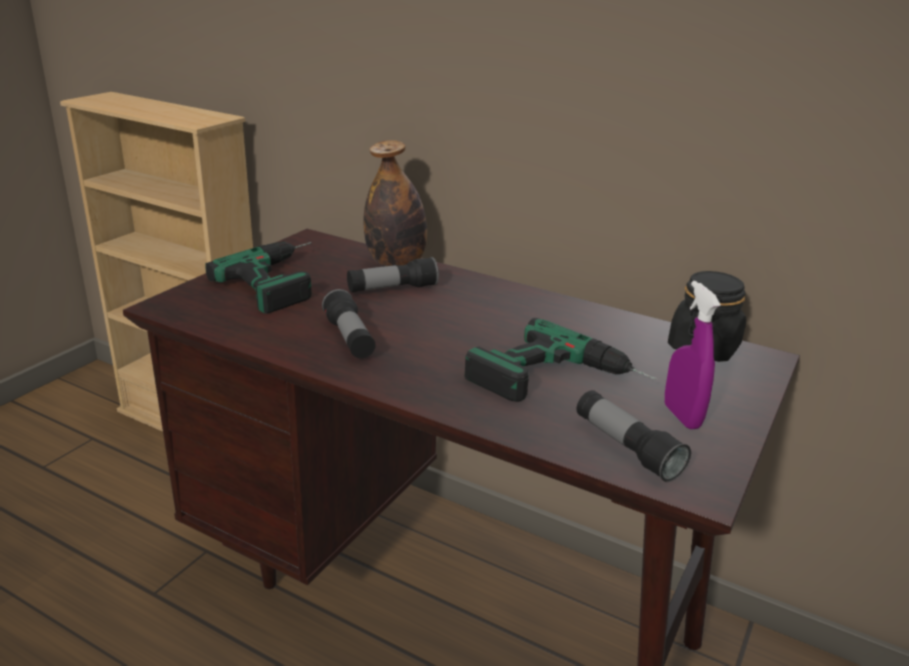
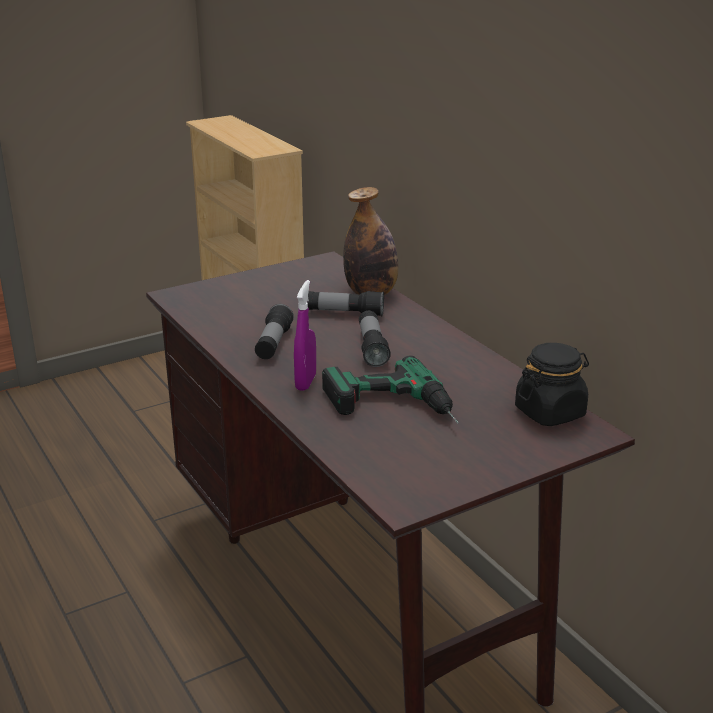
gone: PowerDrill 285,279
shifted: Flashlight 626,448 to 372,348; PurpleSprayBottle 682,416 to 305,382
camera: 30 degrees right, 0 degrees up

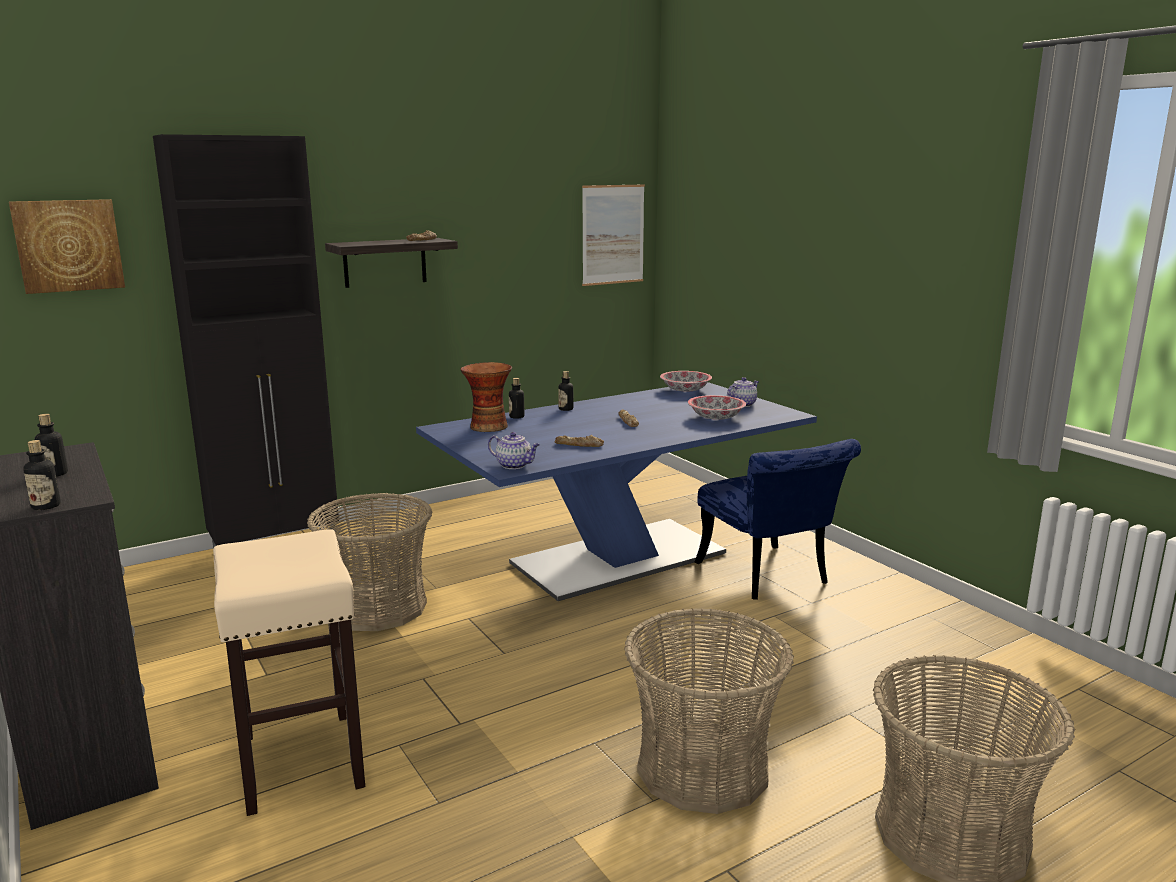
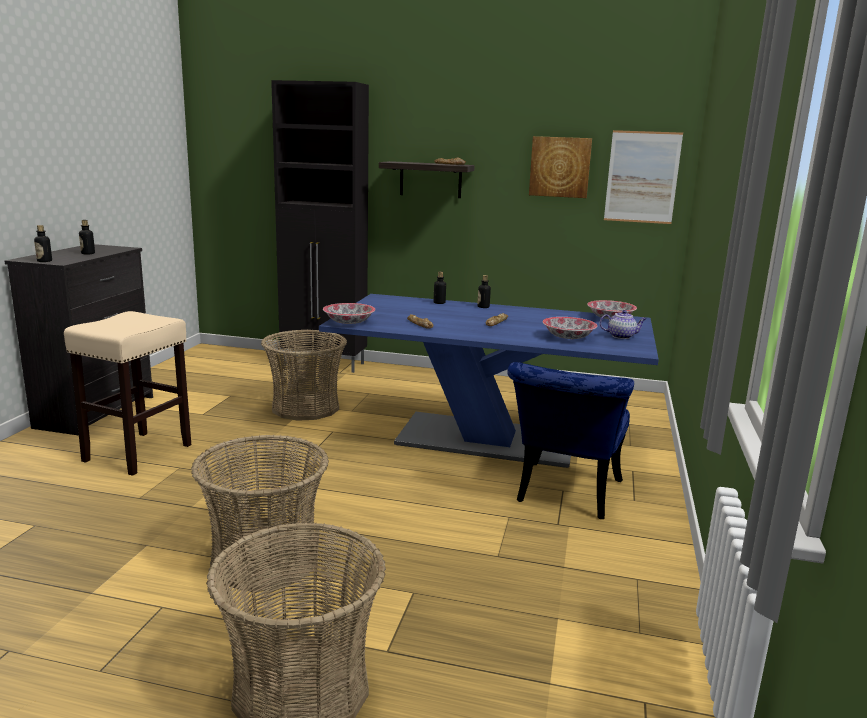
gone: Vase 488,426
shifted: Picture 68,245 to 560,167
swapped: Teapot 515,465 to Bowl 349,322
camera: 45 degrees right, 0 degrees up

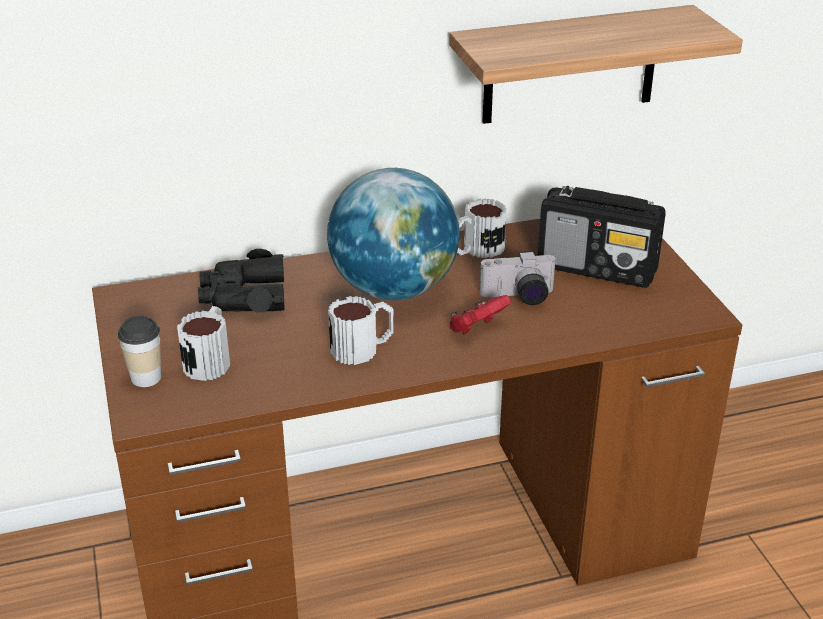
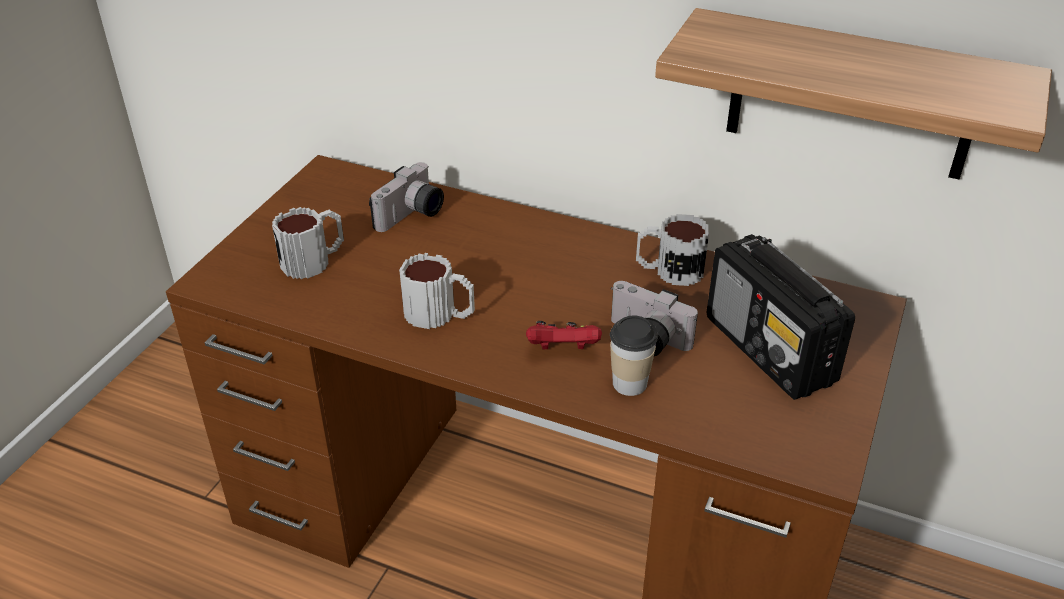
gone: Globe 394,289
shifted: Cup 146,377 to 629,383
swapped: BlackBinoculars 244,296 to PhotoCamera 412,216
camera: 40 degrees right, 5 degrees up

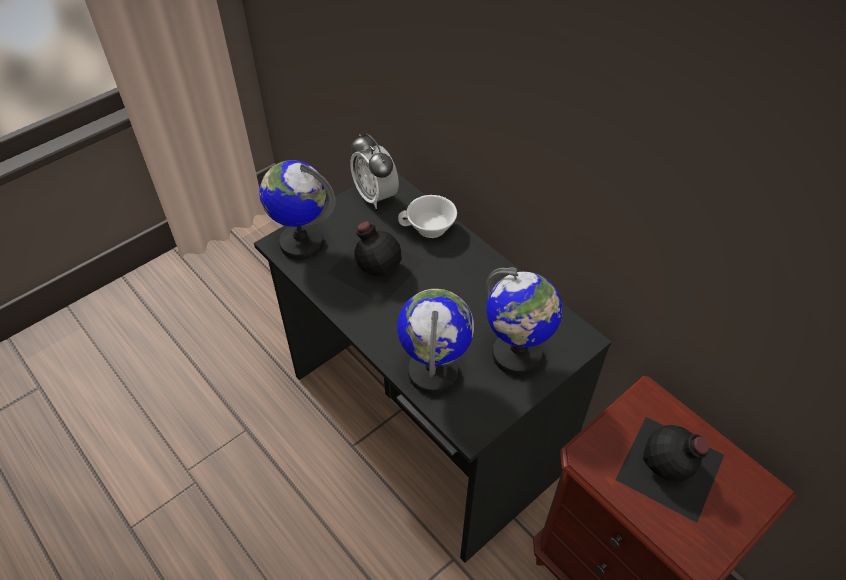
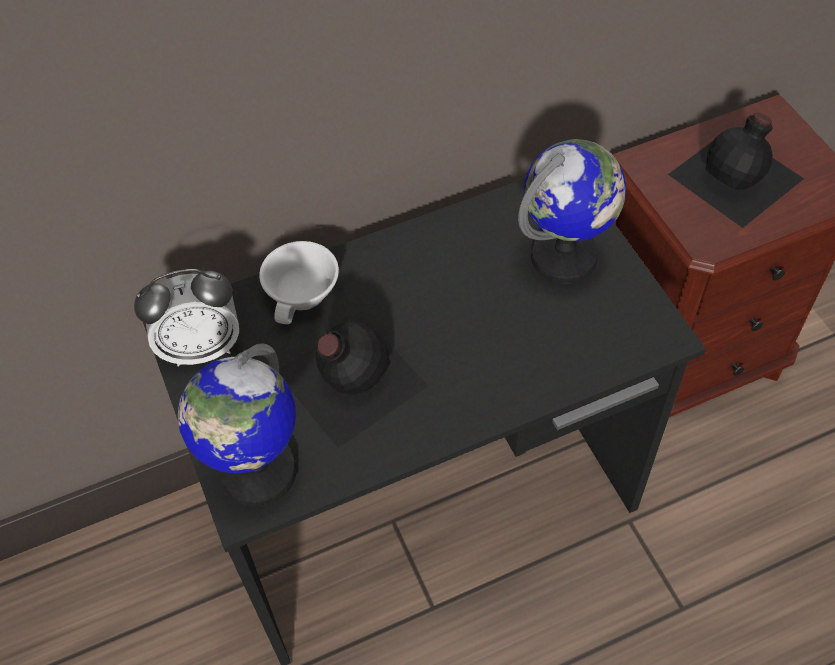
gone: Globe 433,372
camera: 70 degrees left, 5 degrees up

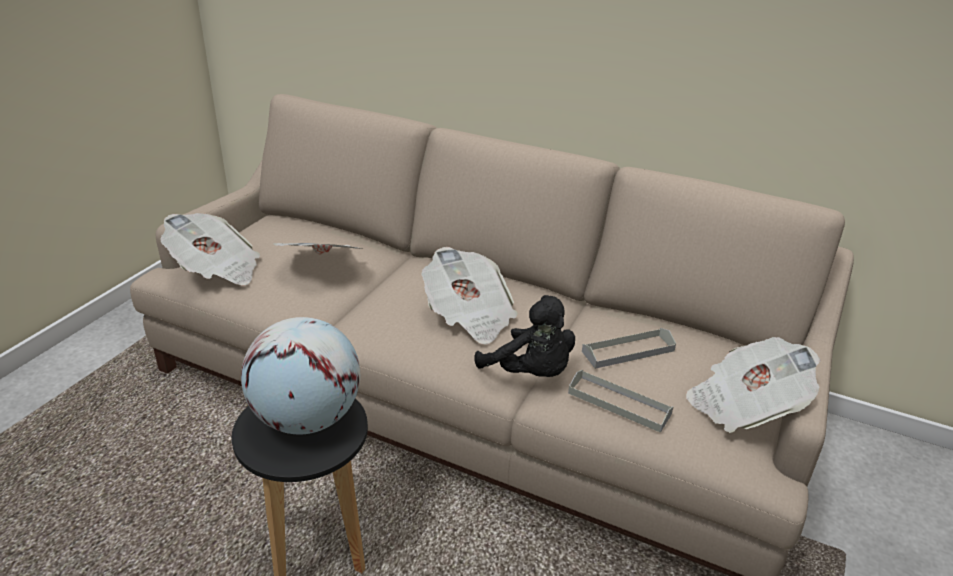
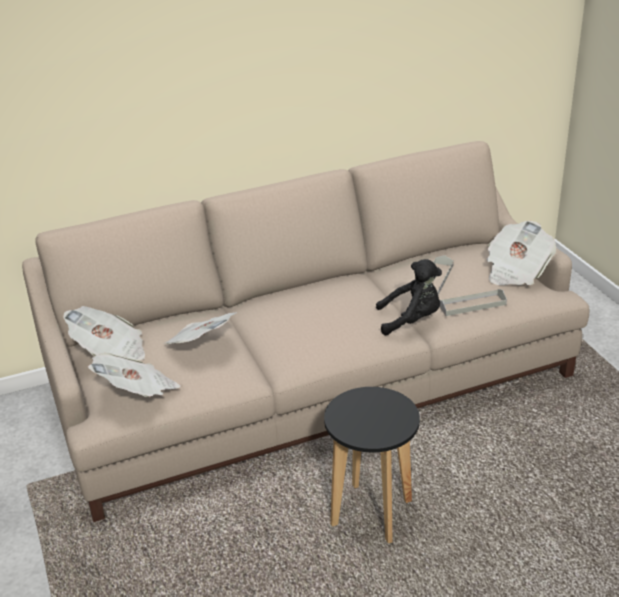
gone: Globe 307,418
shifted: Newspaper 469,316 to 110,351
camera: 45 degrees left, 0 degrees up

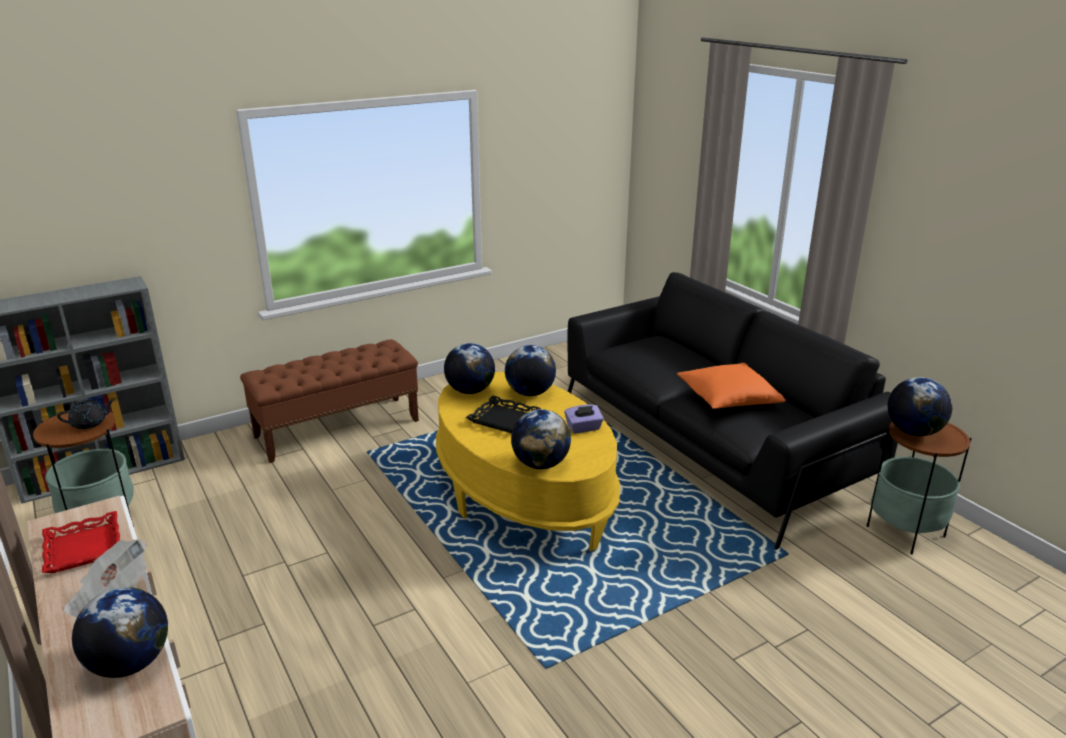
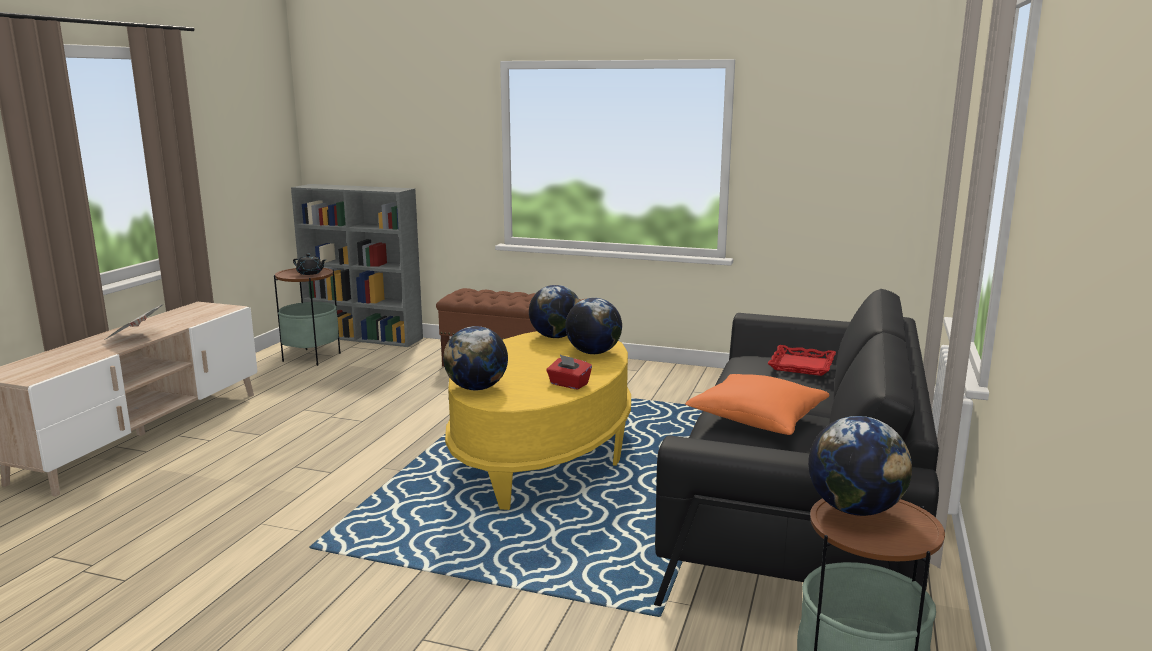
gone: Globe 129,663; BlackTray 503,419
shifted: RedTray 84,548 to 802,365
repainted: PurpleTissueBox 583,428 to RedTissueBox 568,384
camera: 50 degrees right, 10 degrees down

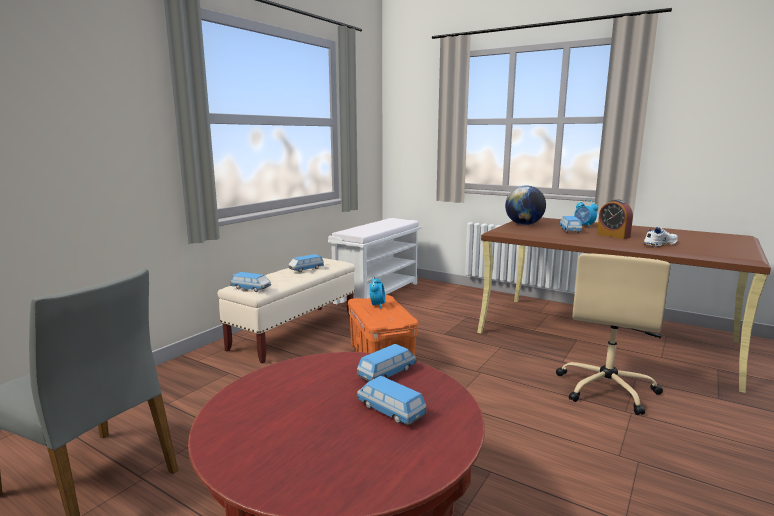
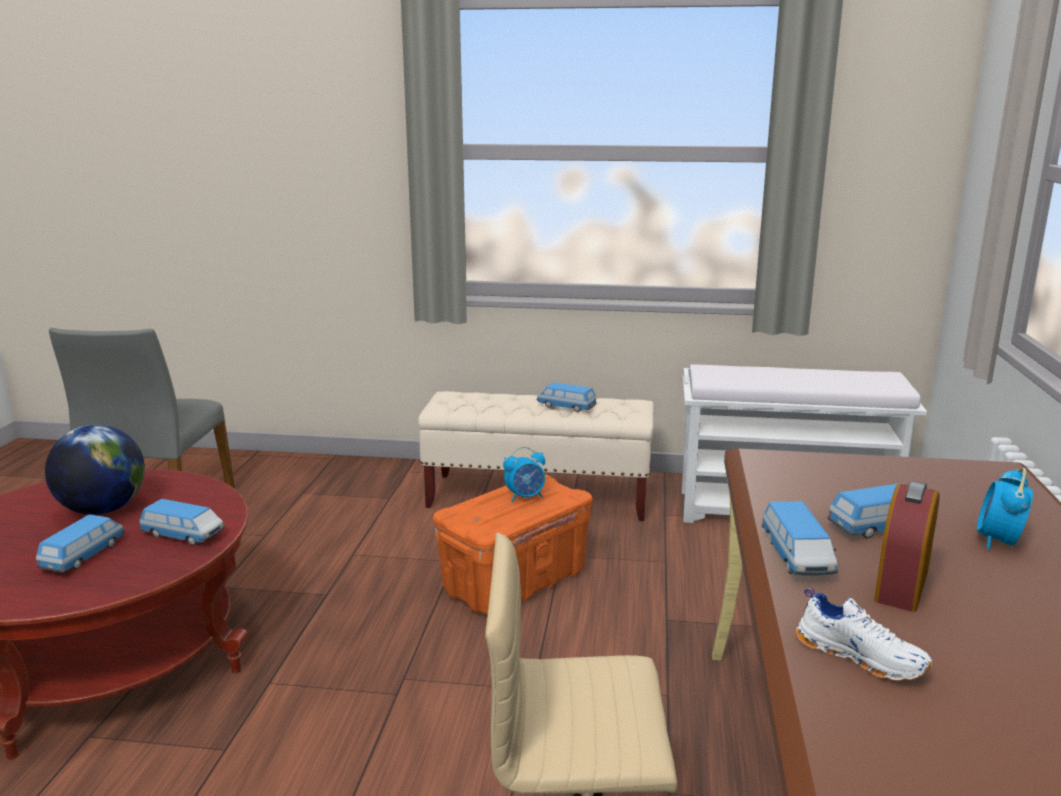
shifted: ToyCar 251,289 to 796,557; Globe 524,224 to 102,510
camera: 65 degrees right, 5 degrees up

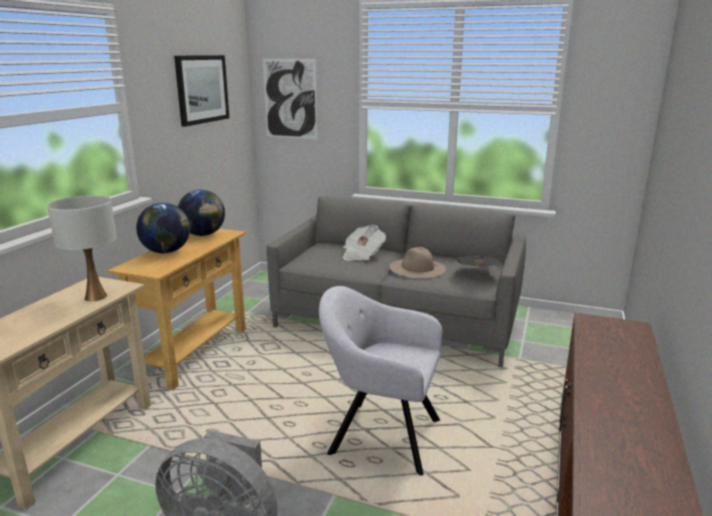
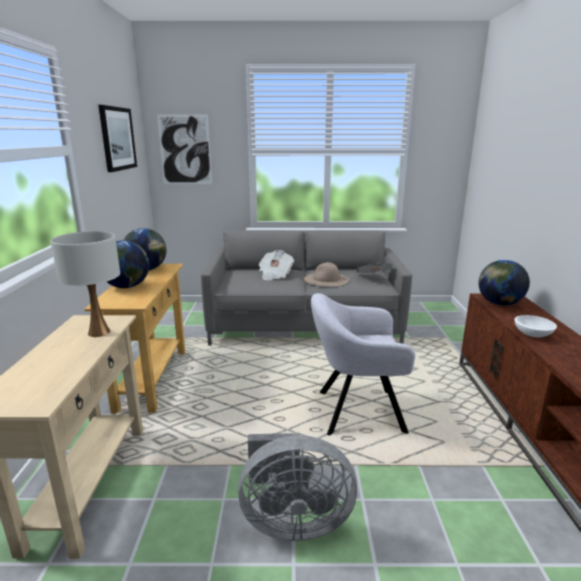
new: Globe 499,303; WhiteBowl 532,334
camera: 20 degrees left, 0 degrees up

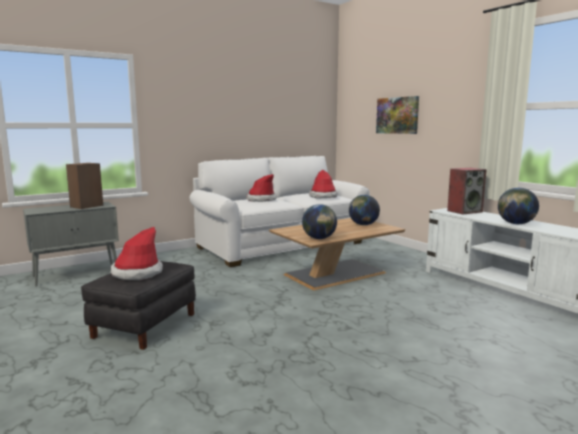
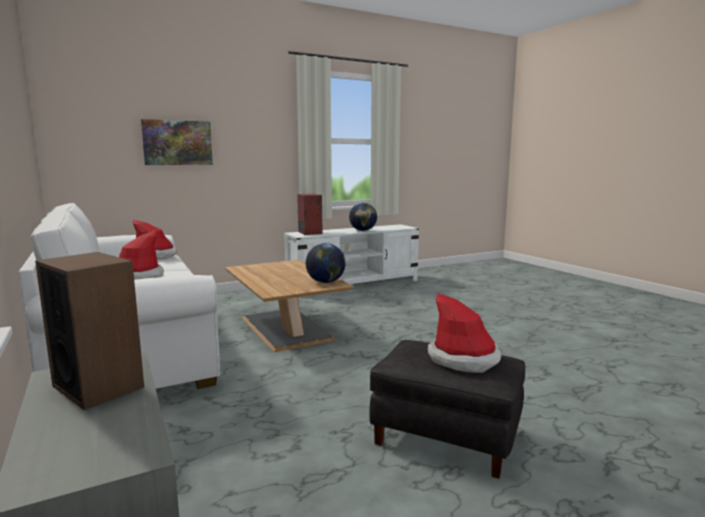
gone: Globe 363,224
camera: 85 degrees left, 0 degrees up

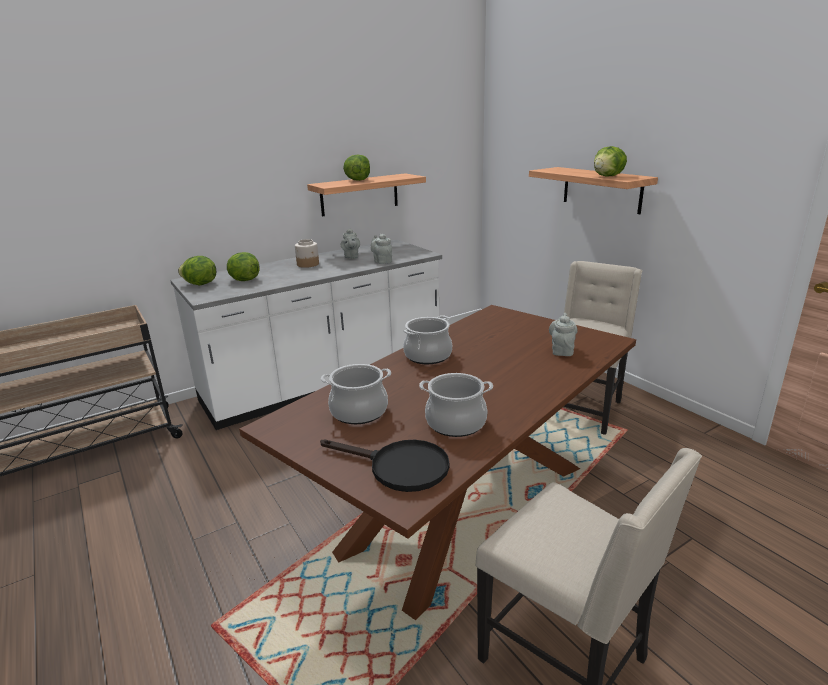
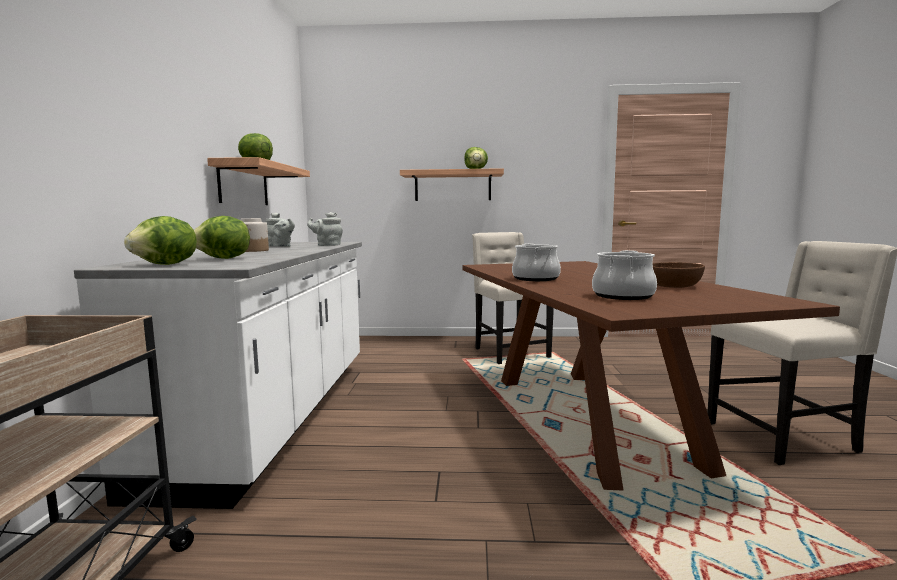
gone: BlackFryingPan 399,467; GreyTeapot 562,350
swapped: CookingPot 455,423 to BrownBowl 673,286
camera: 55 degrees left, 15 degrees down

